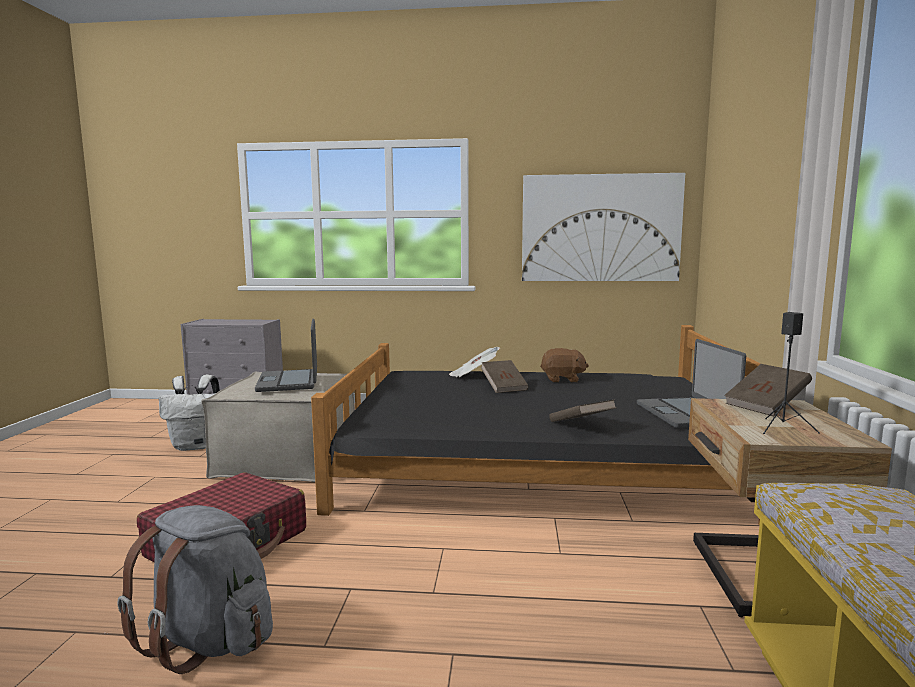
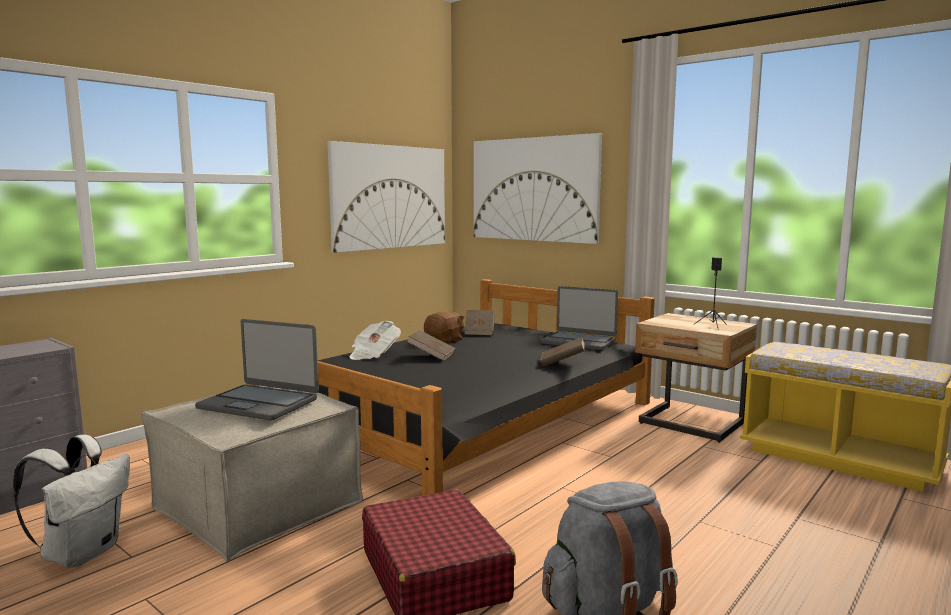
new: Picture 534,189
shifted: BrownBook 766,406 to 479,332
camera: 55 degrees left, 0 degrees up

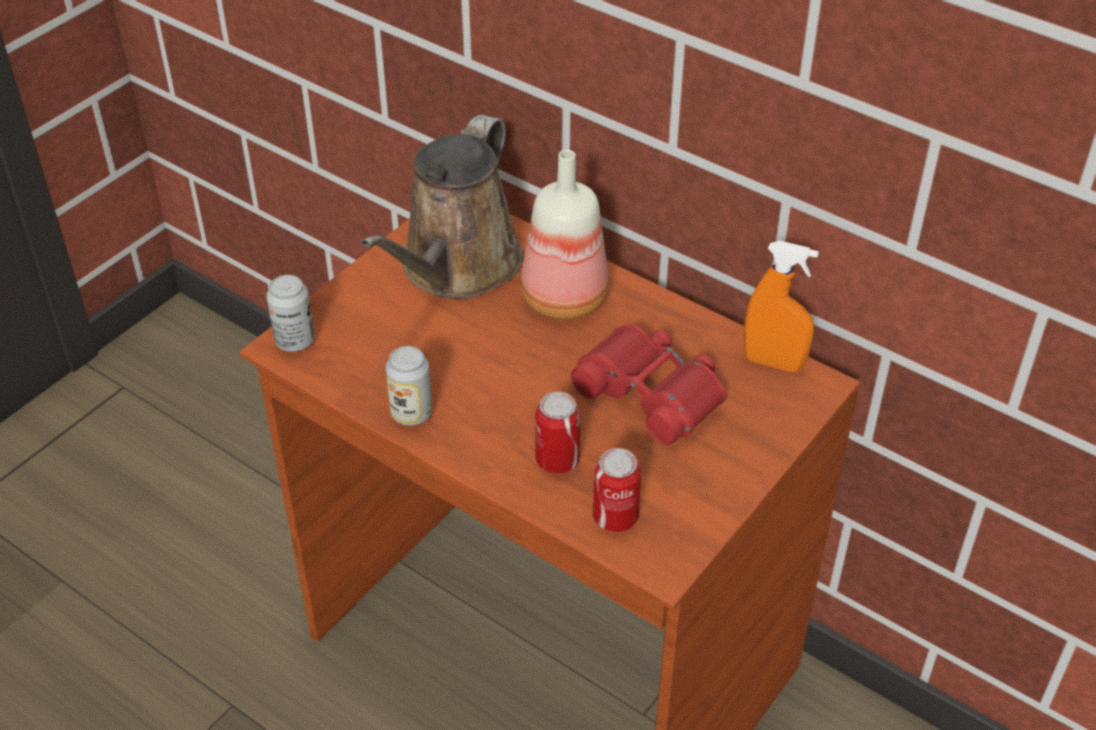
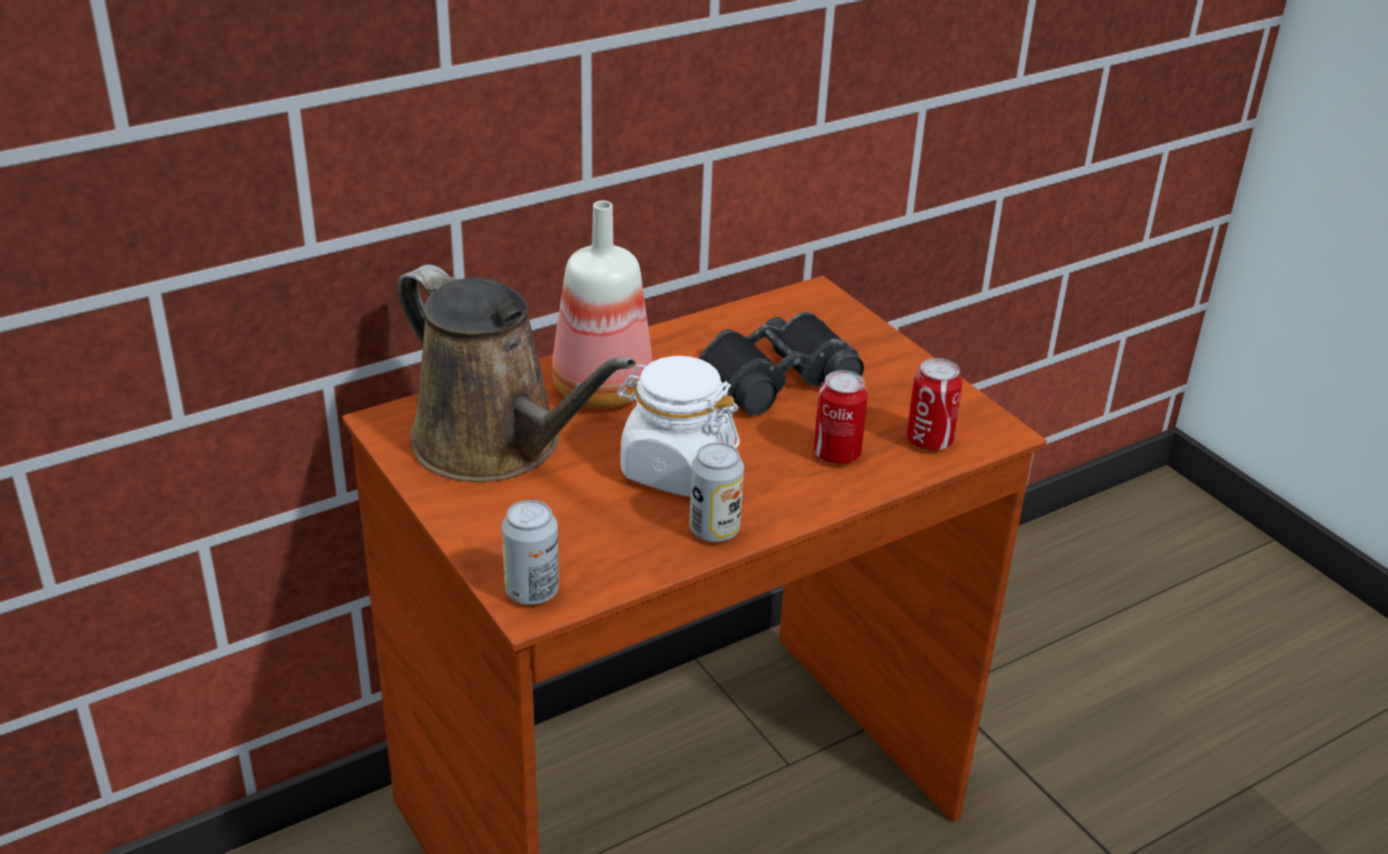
gone: OrangeSprayBottle 773,362
new: WhiteJar 676,469
repainted: RedBinoculars 651,392 to BlackBinoculars 775,377
camera: 70 degrees left, 10 degrees down

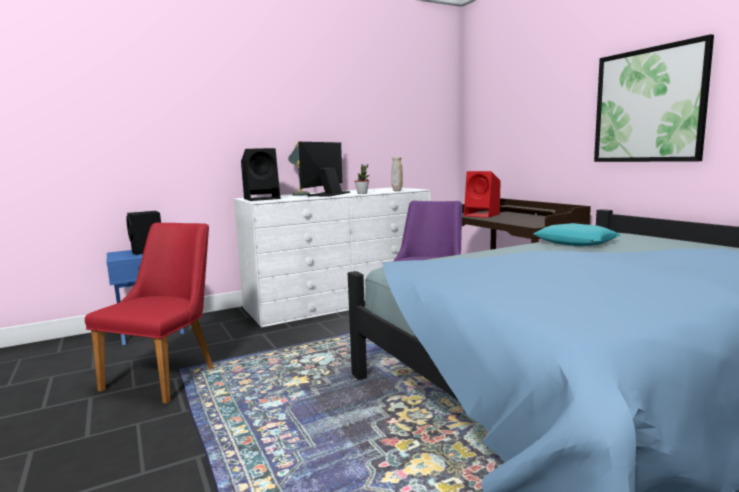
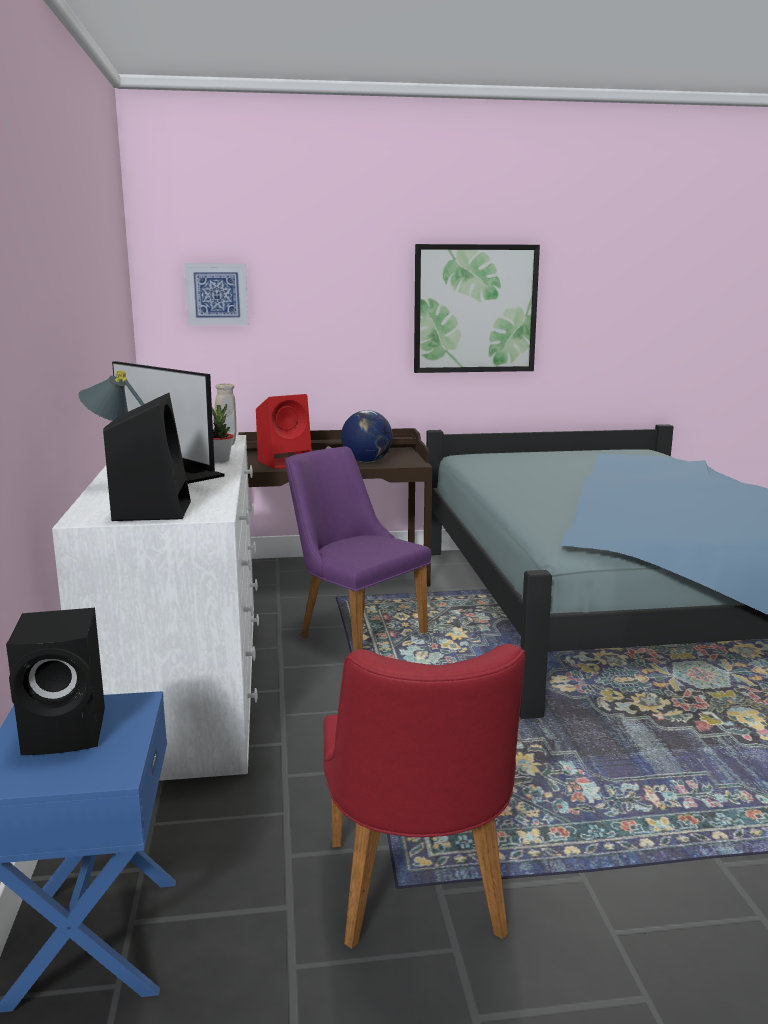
gone: TurquoisePillow 575,242
new: Picture 216,294; Globe 367,461
rotated: RedChair 168,375 = 419,900 135 degrees counterclockwise
camera: 70 degrees left, 5 degrees up

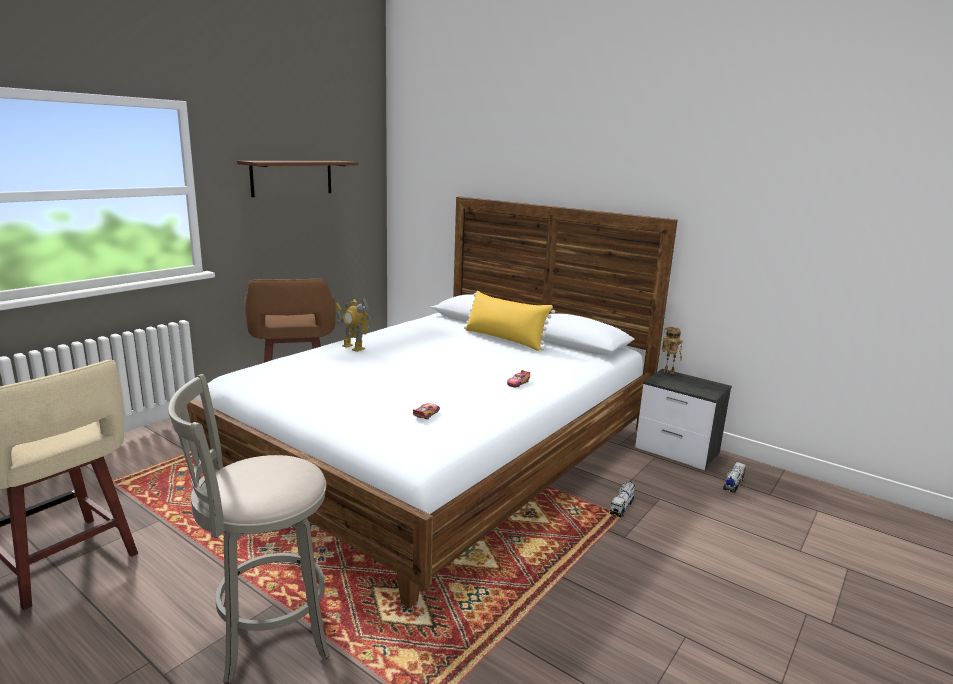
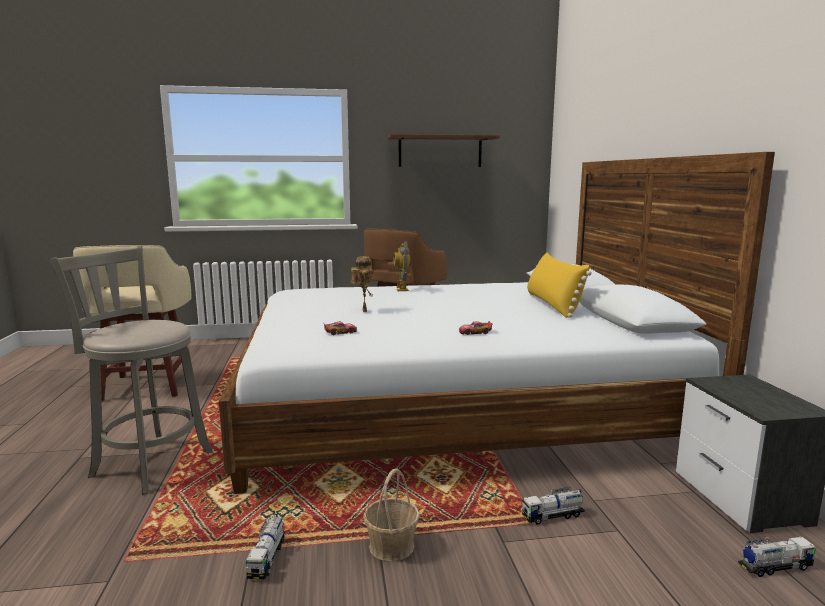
new: ToyTruck 267,558; Basket 391,546
shifted: ToyRobot 667,373 to 363,310
camera: 45 degrees right, 5 degrees down

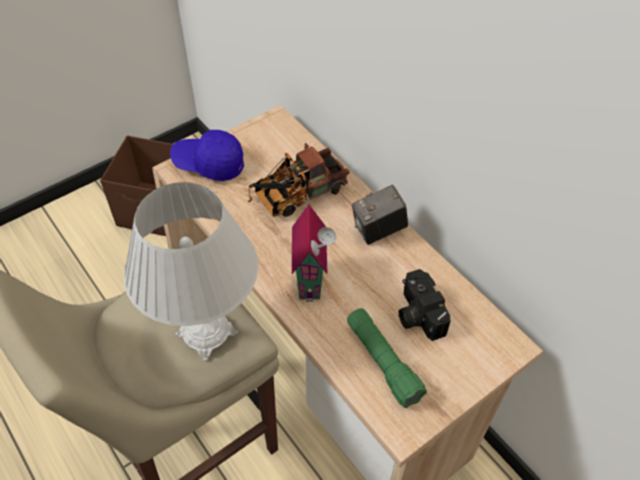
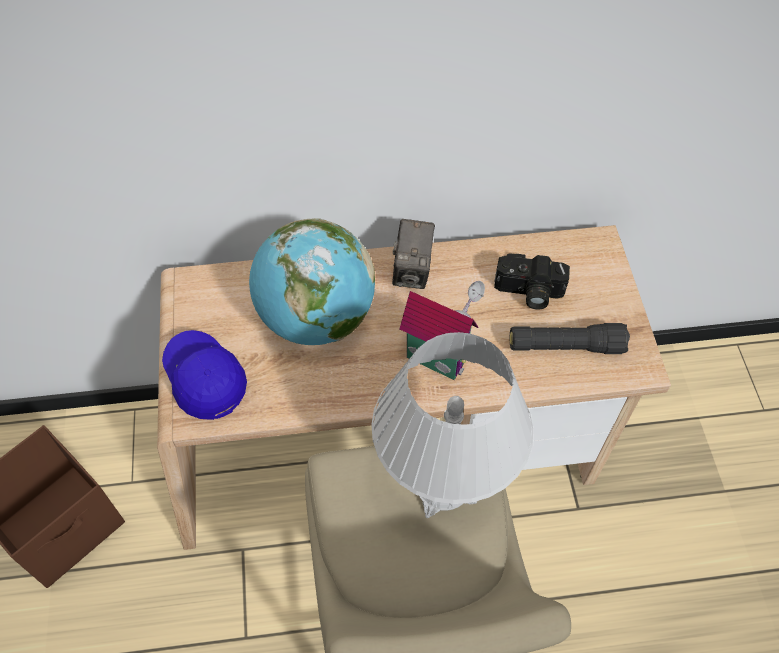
swapped: ToyTruck 296,196 to Globe 316,318
repainted: GreenFlashlight 382,362 to BlackFlashlight 565,346
rotated: BlueCap 209,164 = 205,380 105 degrees clockwise
camera: 60 degrees left, 5 degrees up

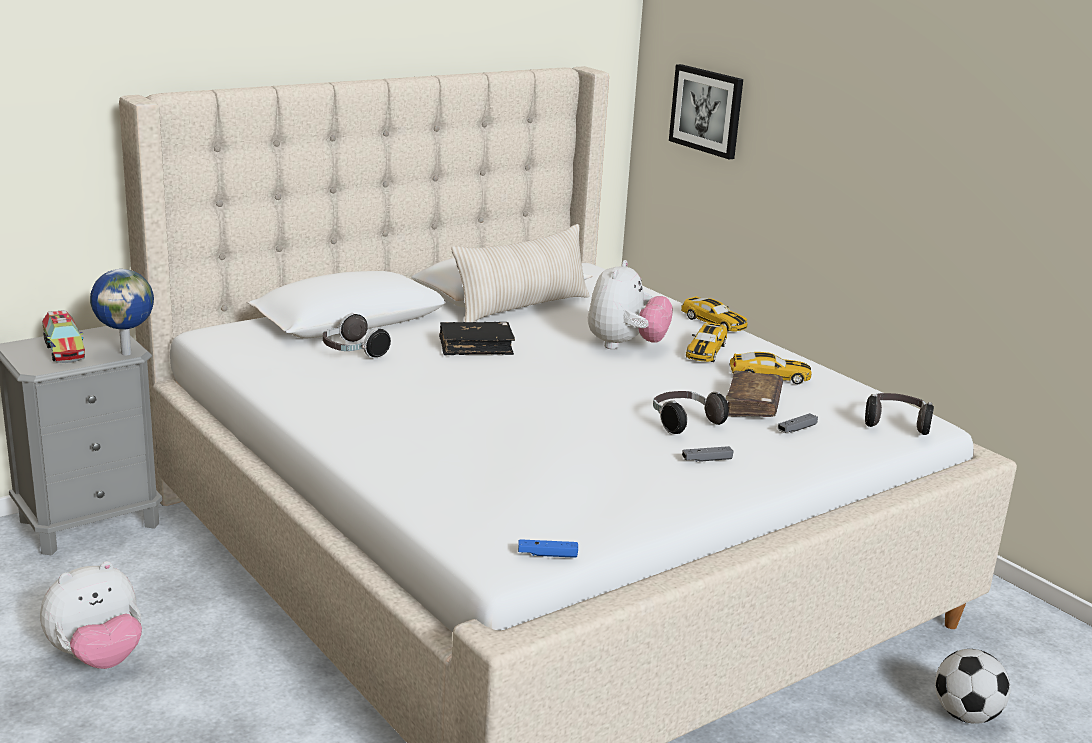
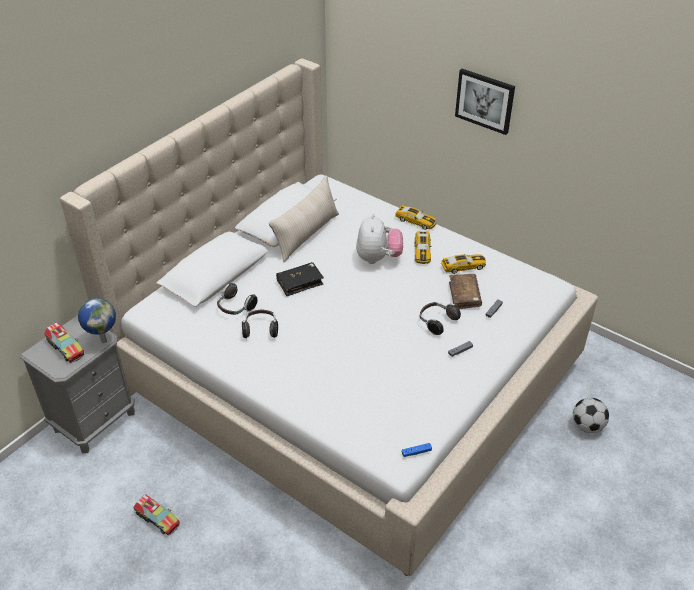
shifted: Picture 707,110 to 485,100; Headphones 896,424 to 260,329
swapped: PlushToy 97,658 to ToyTruck 157,518
camera: 15 degrees left, 20 degrees up

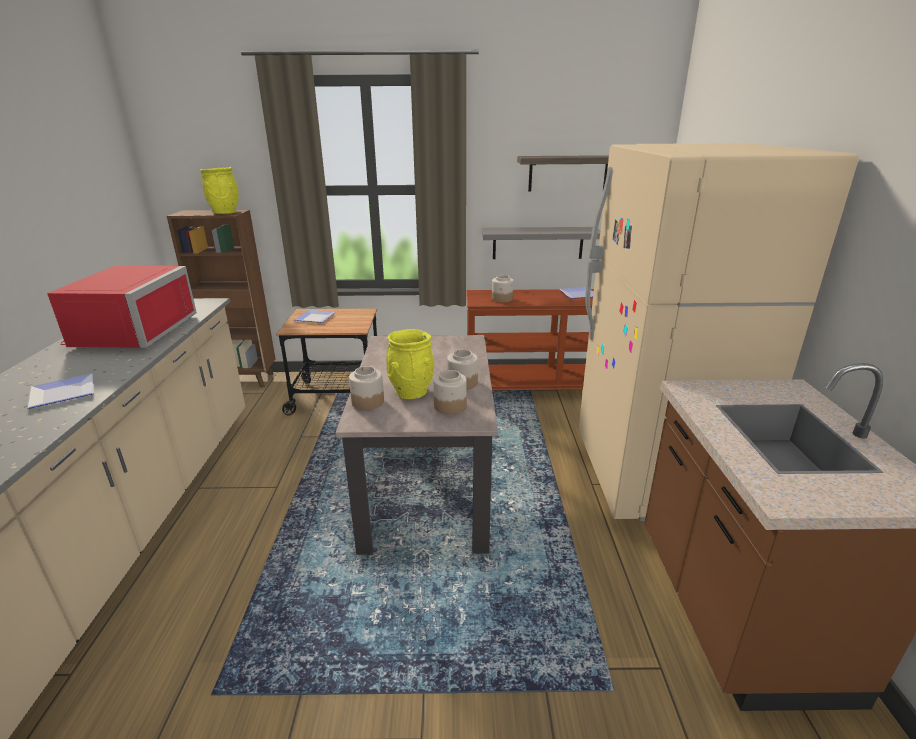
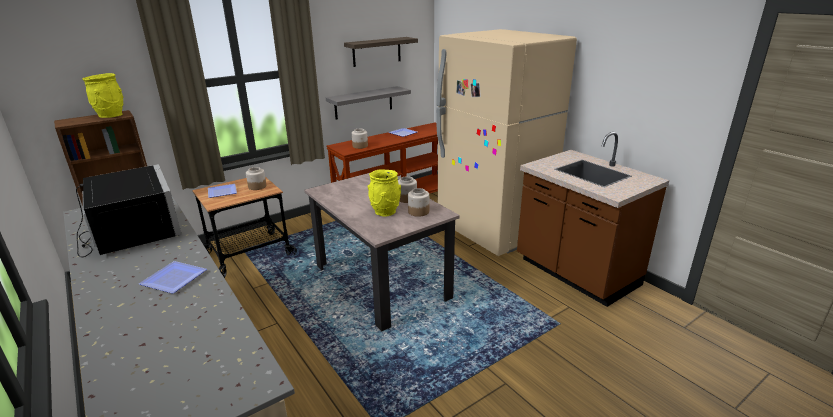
shifted: Jar 367,402 to 257,186
repainted: RedMicrowave 129,331 to BlackMicrowave 130,231
camera: 35 degrees left, 0 degrees up

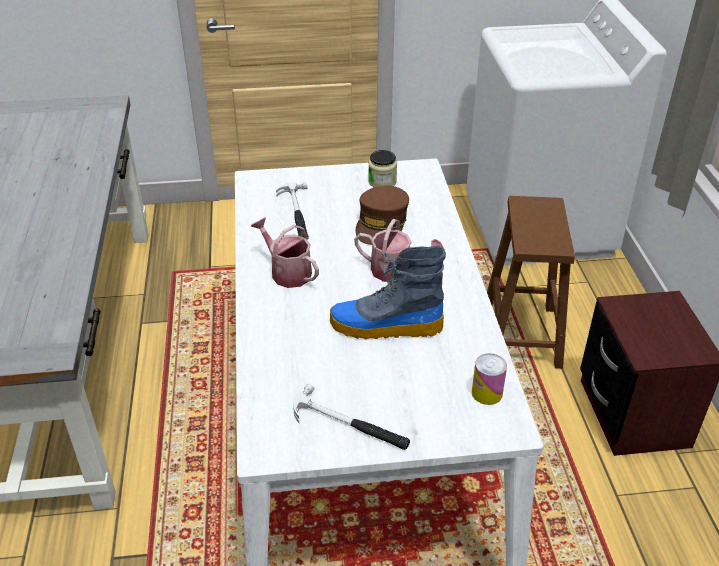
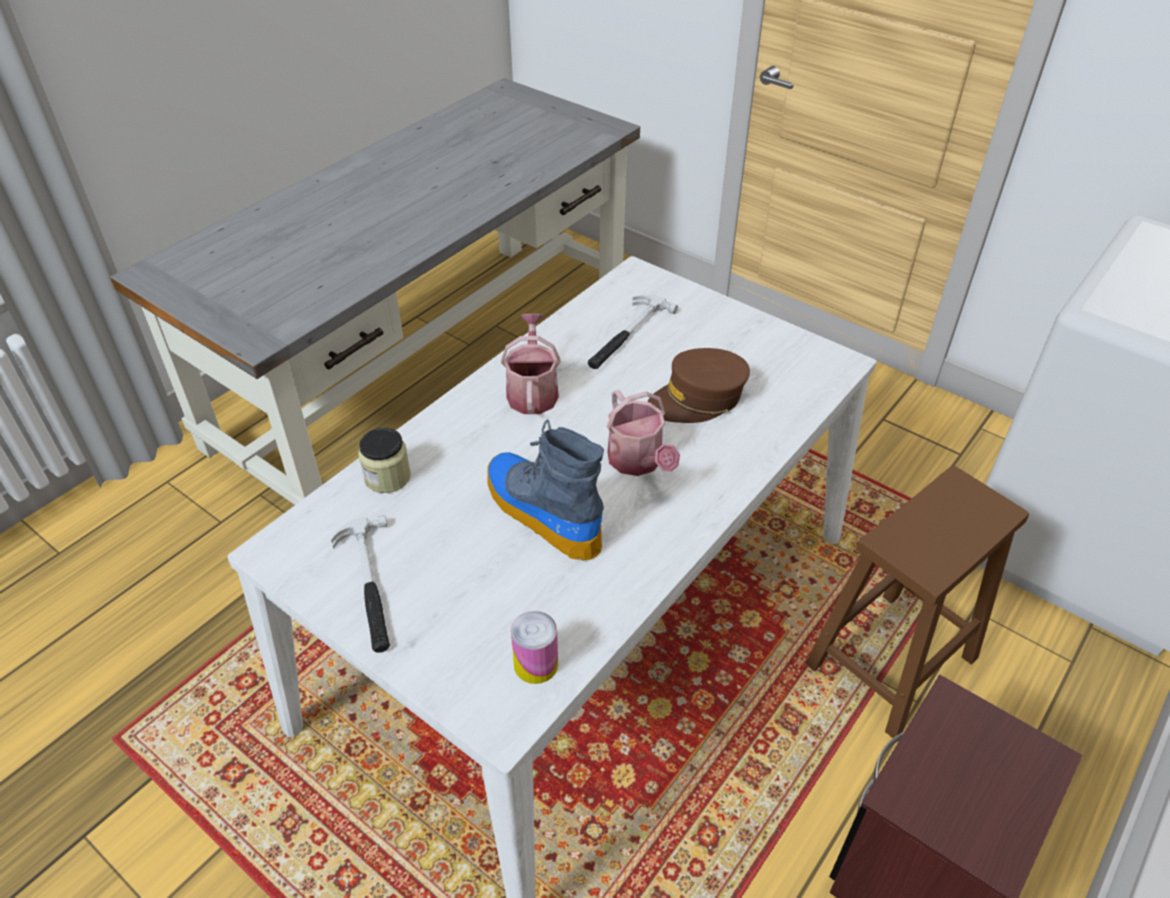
shifted: Jar 382,182 to 387,477
camera: 45 degrees right, 5 degrees up

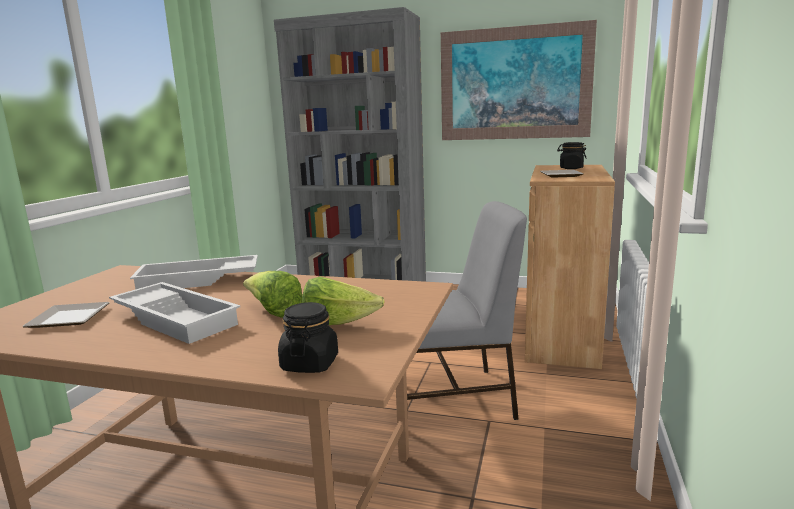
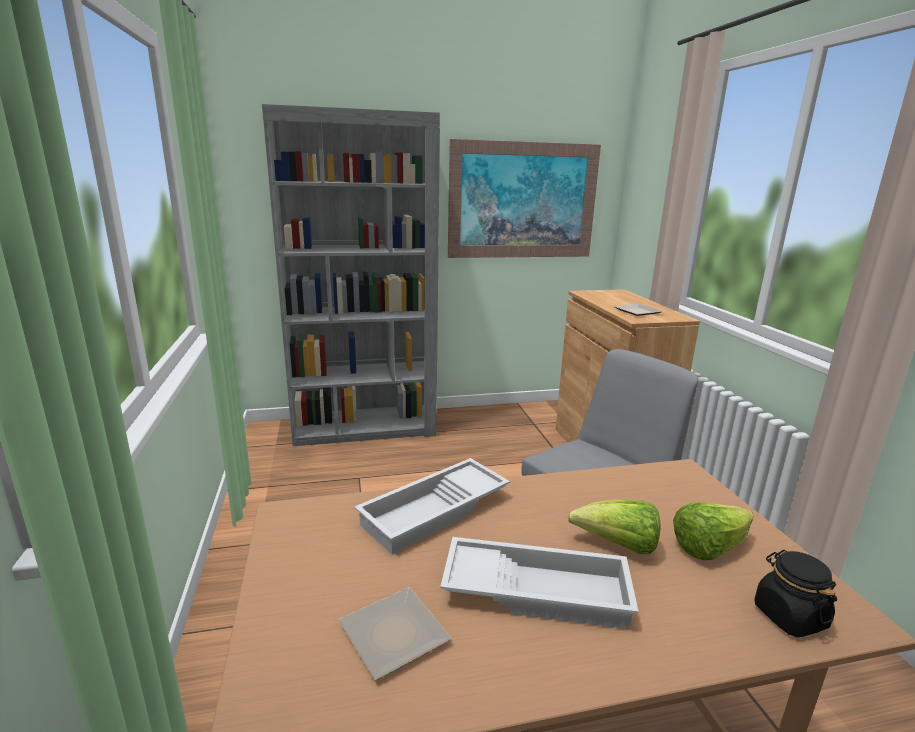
gone: BlackJar 571,168
camera: 30 degrees left, 5 degrees up

